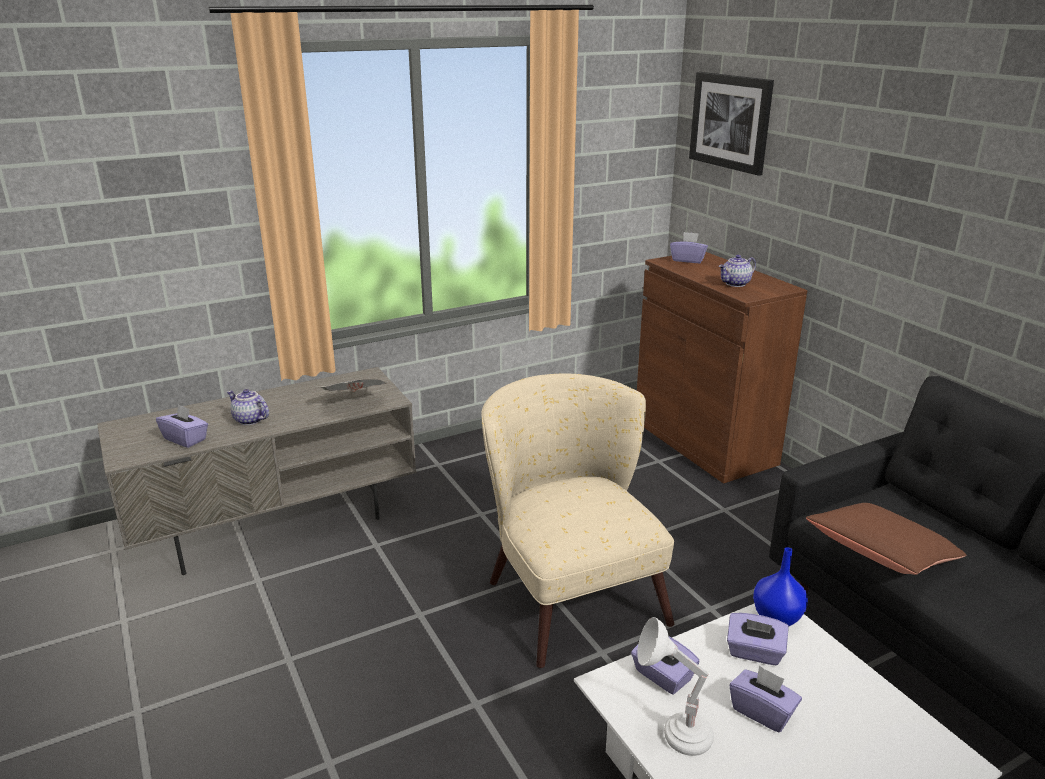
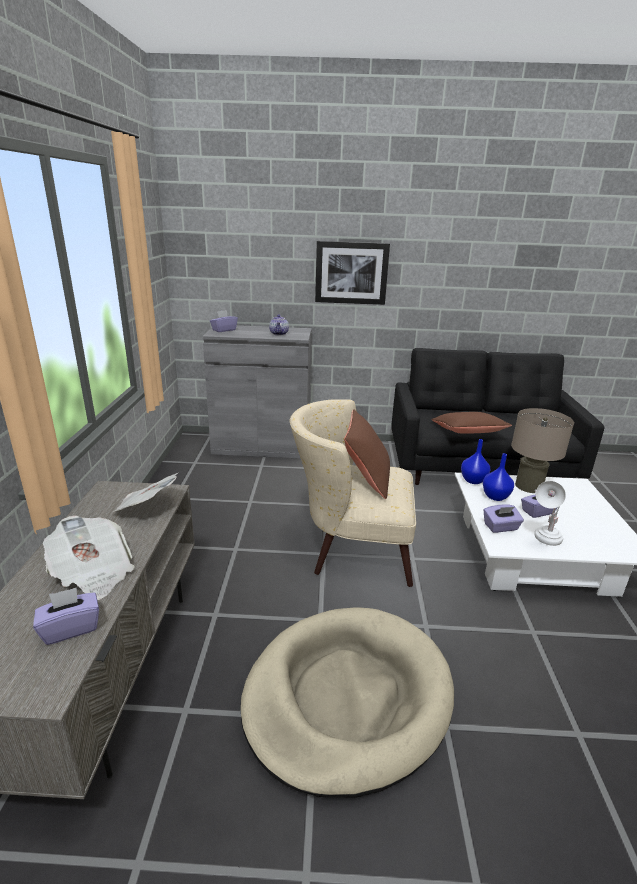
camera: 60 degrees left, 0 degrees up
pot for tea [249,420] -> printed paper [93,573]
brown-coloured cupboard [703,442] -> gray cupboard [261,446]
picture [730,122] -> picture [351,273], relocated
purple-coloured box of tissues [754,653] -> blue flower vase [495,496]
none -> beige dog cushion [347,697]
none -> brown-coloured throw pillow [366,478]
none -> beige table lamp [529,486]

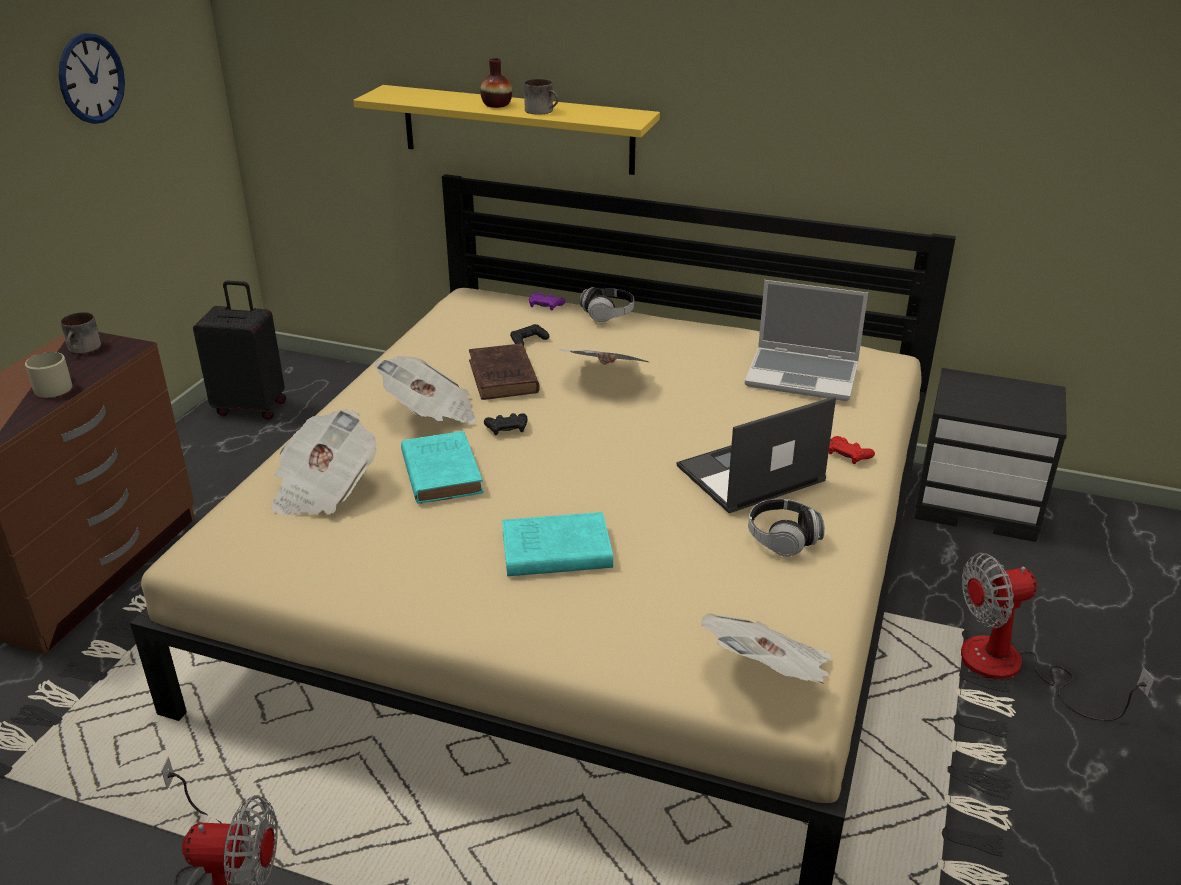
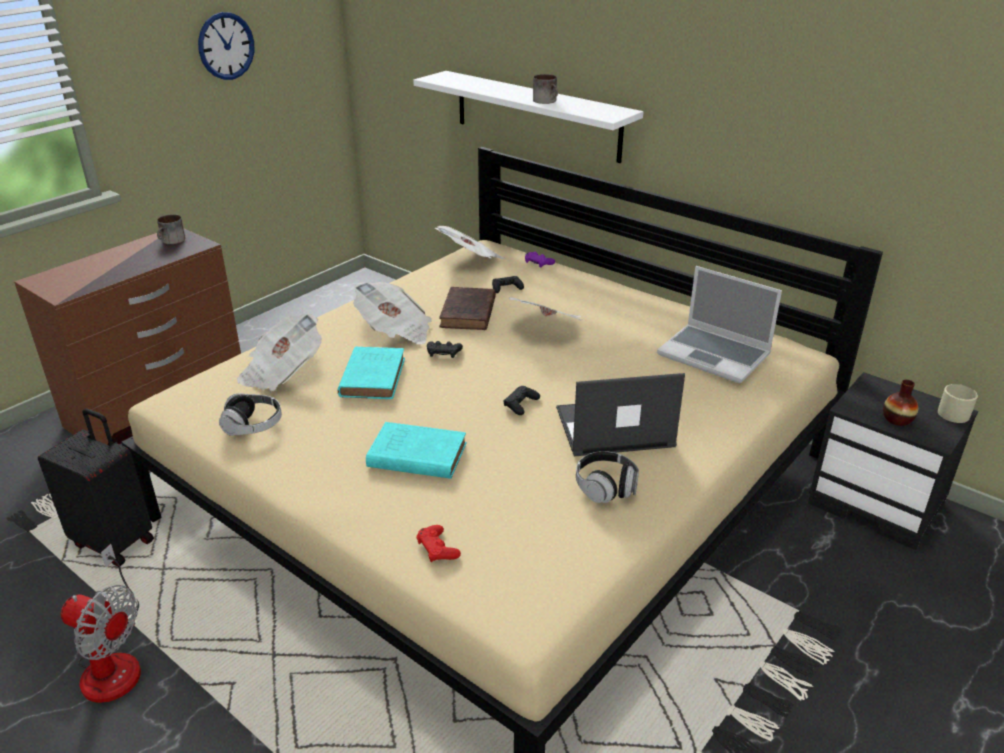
camera: 20 degrees right, 0 degrees up
beige mug [56,386] -> beige mug [953,412], relocated
black travel case [251,407] -> black travel case [115,541], relocated
yellow-coloured shelf [517,129] -> whitish shelf [536,115]
flower vase [496,104] -> flower vase [897,419], relocated
pair of headphones [608,314] -> pair of headphones [253,426], relocated
printed paper [769,674] -> printed paper [470,259], relocated
red joypad [848,454] -> red joypad [437,548], relocated
cooling fan [1012,669] -> none
none -> black joypad [520,404]

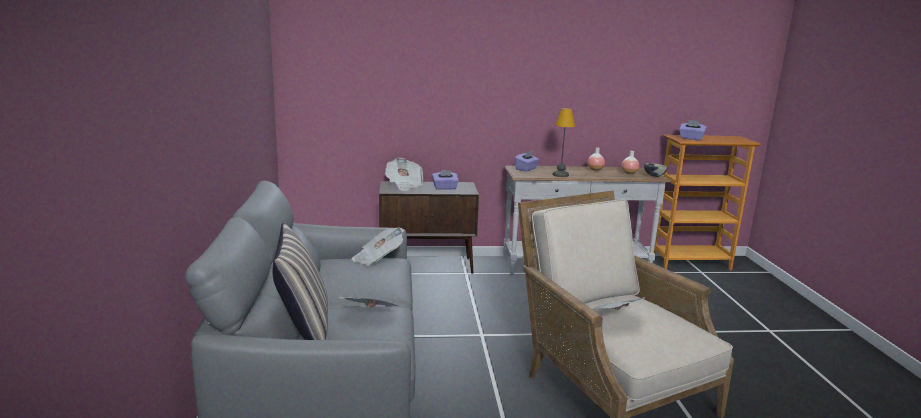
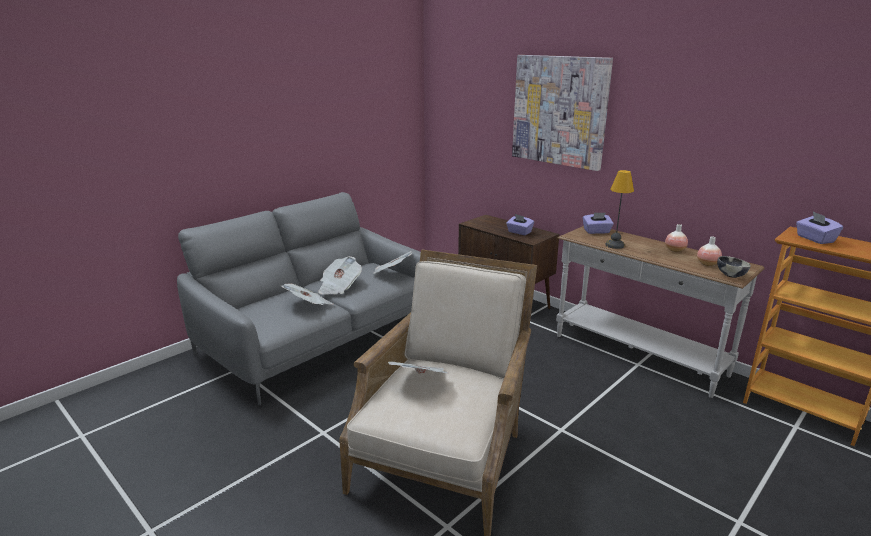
camera: 50 degrees right, 5 degrees up
throw pillow [304,330] -> none
printed paper [404,185] -> printed paper [339,287], relocated
none -> picture [559,111]

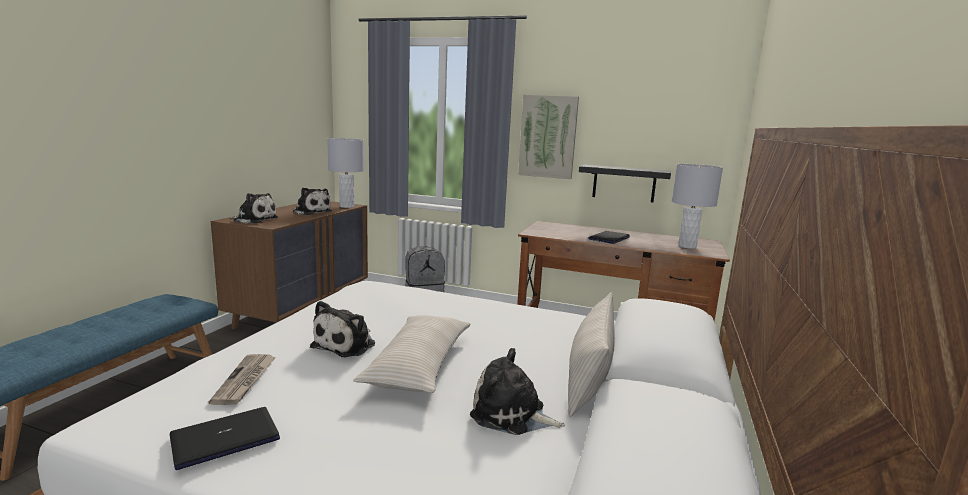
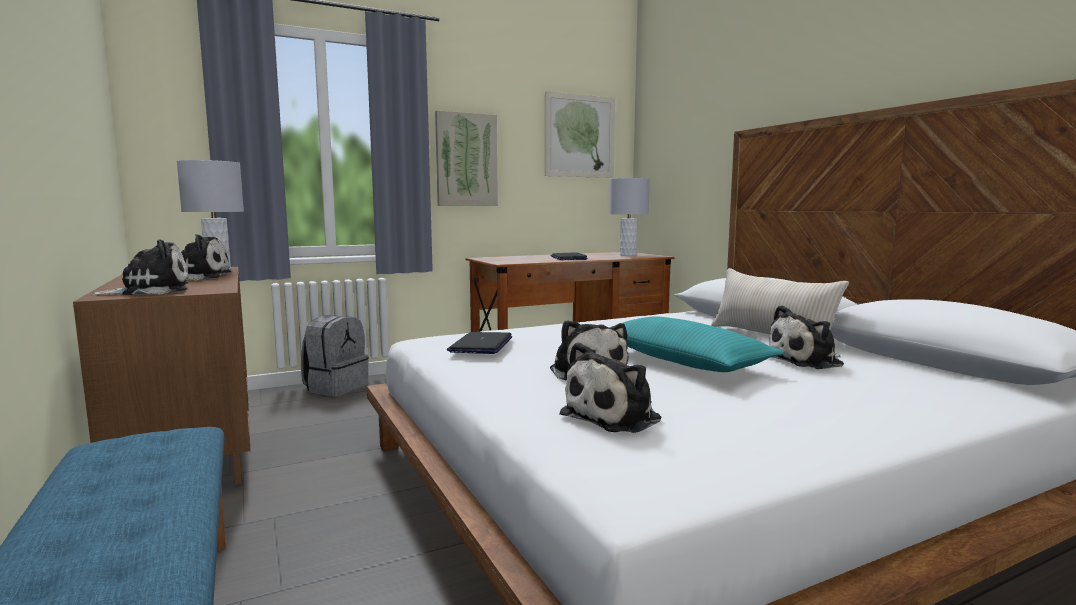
camera: 45 degrees left, 5 degrees down
portable computer [225,438] -> portable computer [481,345], relocated
printed paper [245,380] -> cuddly toy [615,417]
beige throw pillow [419,365] -> turquoise-coloured throw pillow [683,361]
black shelf [624,183] -> none
none -> picture [580,136]

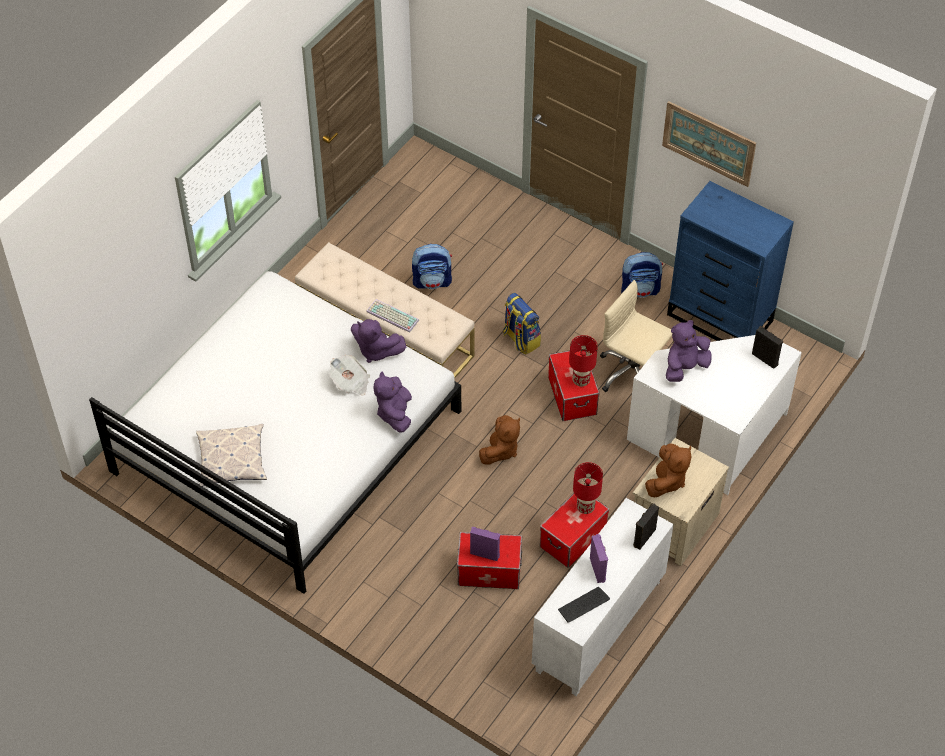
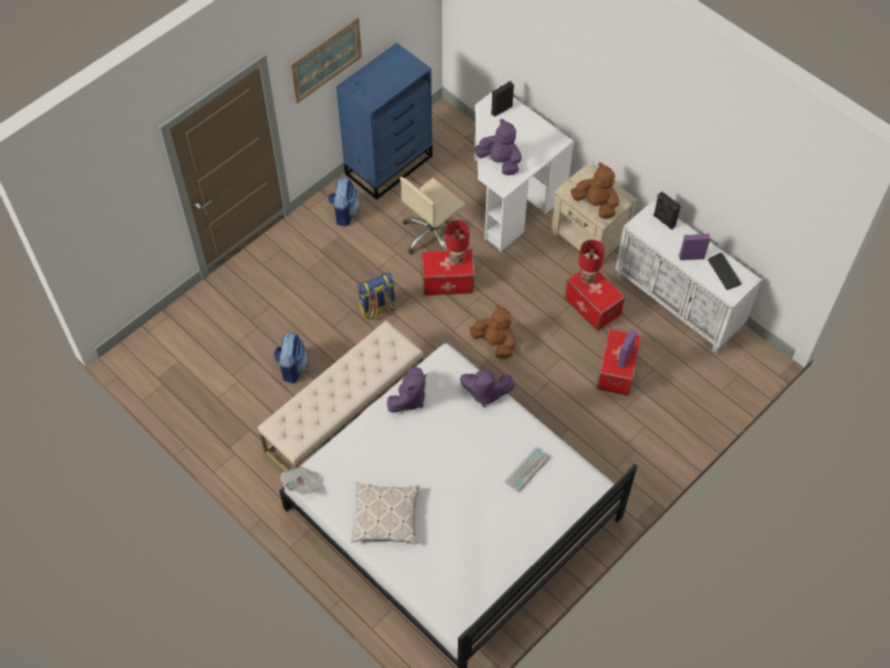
camera: 80 degrees left, 5 degrees up
throw pillow [232,460] -> throw pillow [386,516], relocated
printed paper [350,382] -> printed paper [303,484], relocated
keyboard [391,316] -> keyboard [527,470], relocated
purple-coloured cuddly toy [685,367] -> purple-coloured cuddly toy [500,162], 150 degrees clockwise

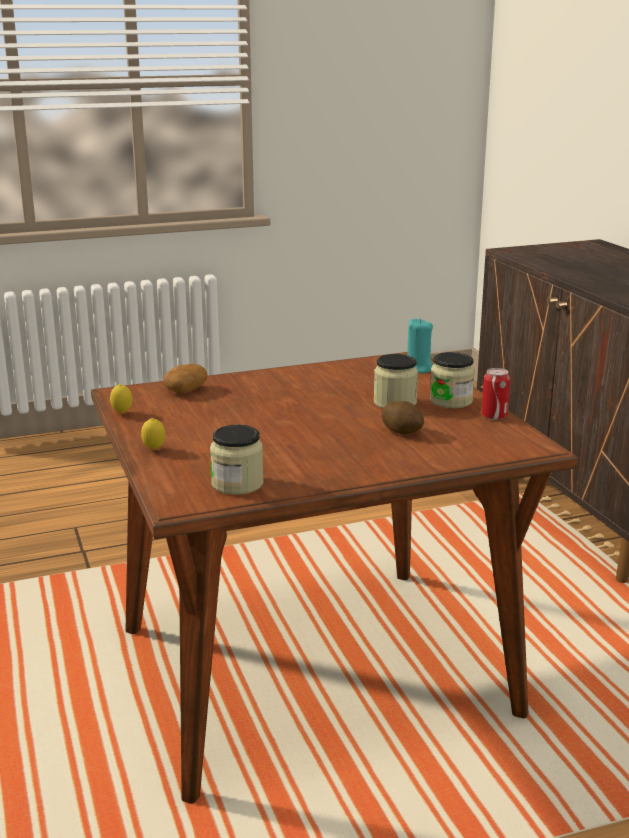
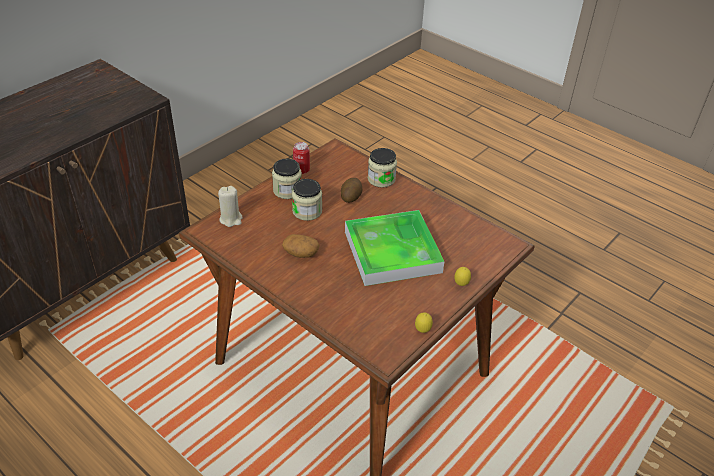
camera: 120 degrees left, 20 degrees up
whole potato [186,390] -> whole potato [300,253], relocated
jar [237,484] -> jar [381,179], relocated
turquoise-coloured wax candle [417,368] -> beige wax candle [231,219]
none -> tray [392,252]

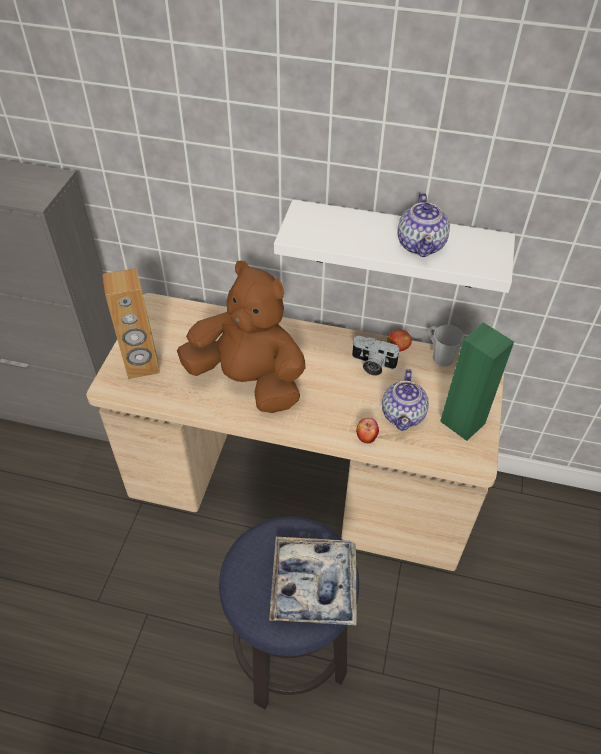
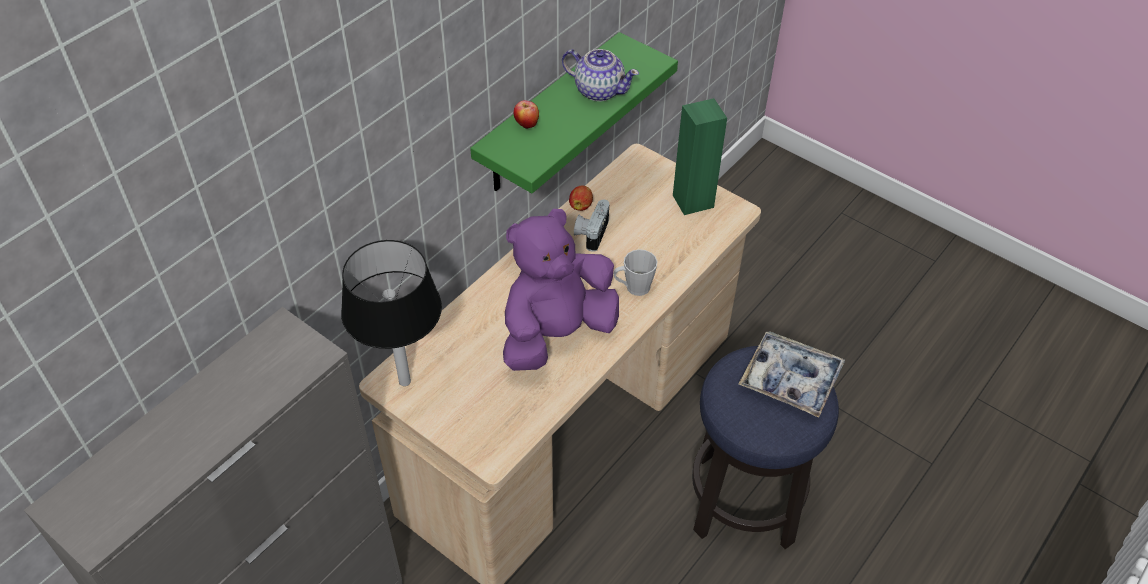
camera: 65 degrees left, 0 degrees up
brown-coloured speaker [142,366] -> none
brown-coloured cuddly toy [248,381] -> purple-coloured cuddly toy [556,333]
whitish shelf [396,245] -> green shelf [548,116]
still camera [372,364] -> still camera [591,232], 150 degrees clockwise
whole apple [366,437] -> whole apple [526,125], relocated
pot for tea [403,414] -> none
gray mug [439,355] -> gray mug [633,287], relocated
none -> black table lamp [404,381]

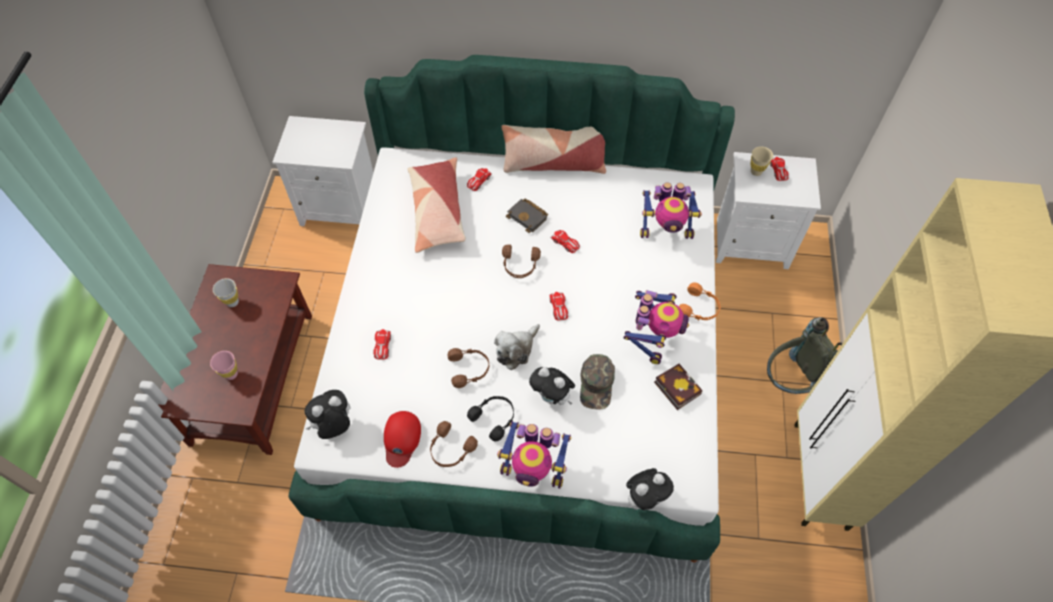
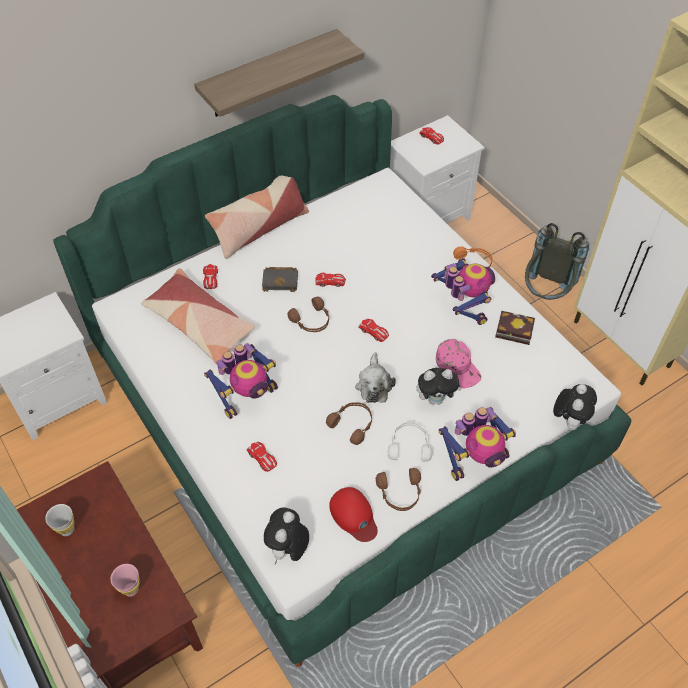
camera: 40 degrees left, 5 degrees down
black pair of headphones [494,418] -> whitish pair of headphones [409,445]
green peaked cap [597,384] -> pink-coloured peaked cap [458,367]
model robot [666,230] -> model robot [247,396], relocated
beige small cup [756,171] -> none
none -> shelf [269,74]

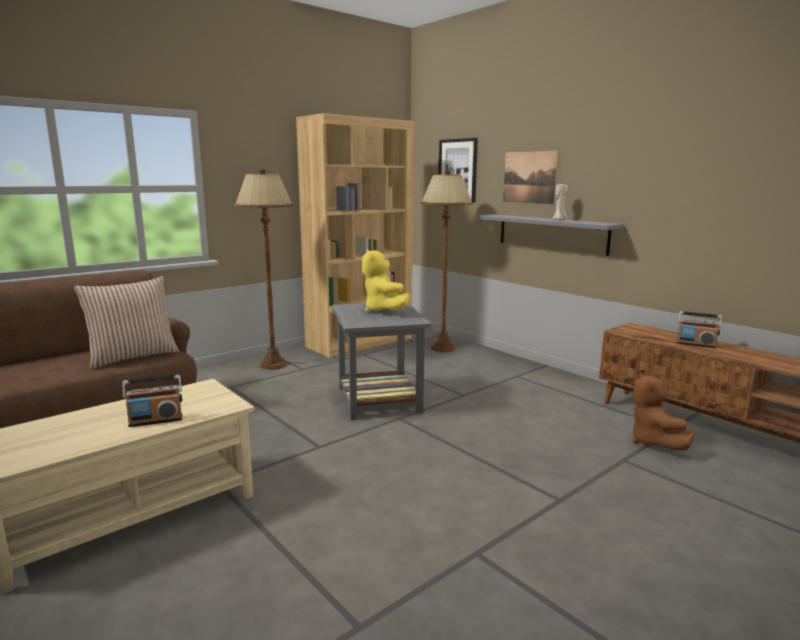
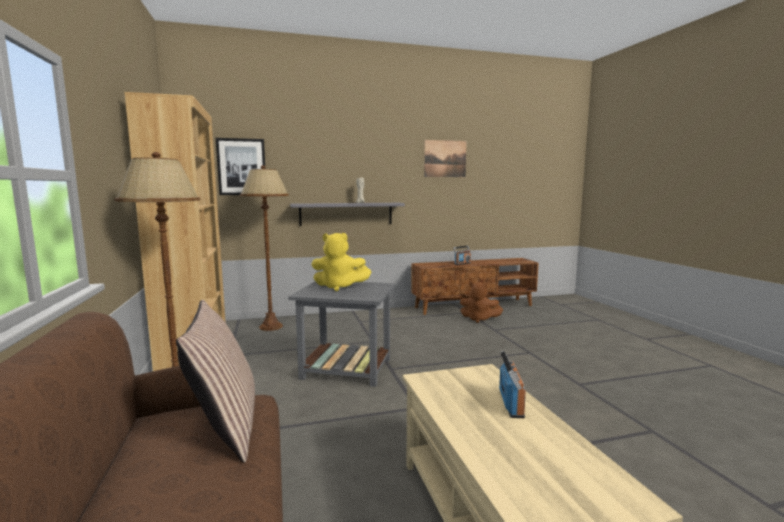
camera: 65 degrees left, 5 degrees down
picture [529,177] -> picture [445,158], relocated

